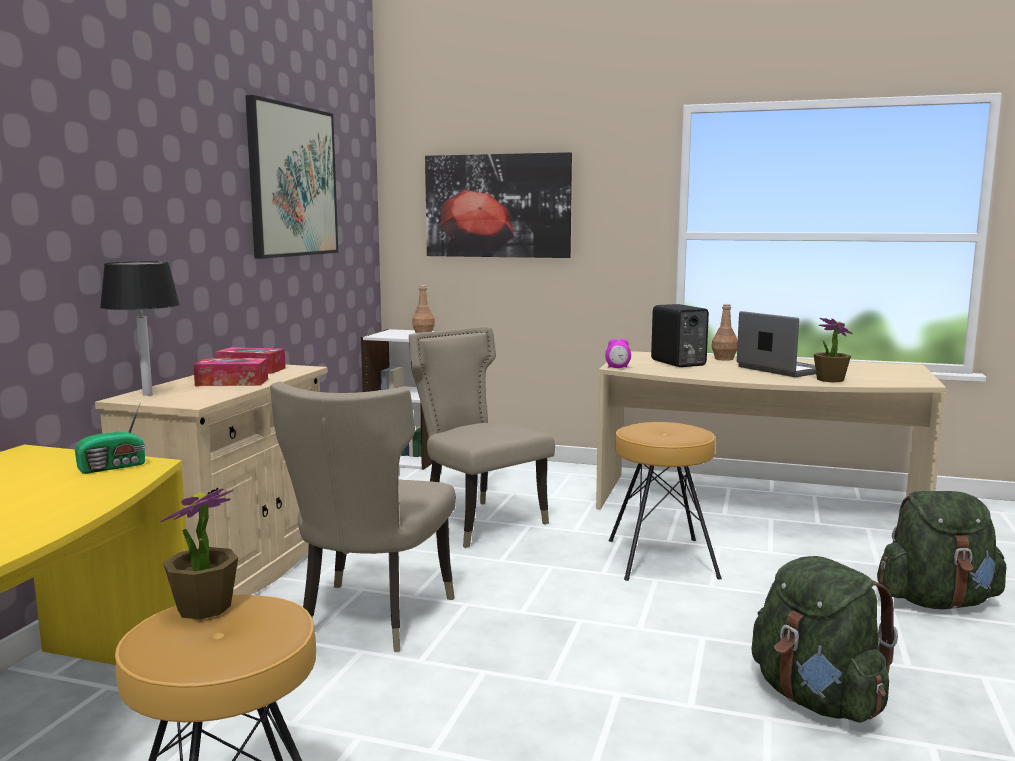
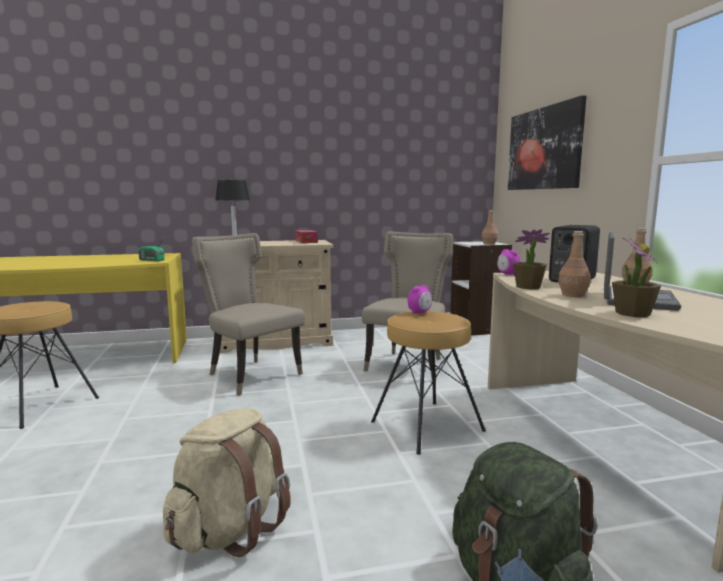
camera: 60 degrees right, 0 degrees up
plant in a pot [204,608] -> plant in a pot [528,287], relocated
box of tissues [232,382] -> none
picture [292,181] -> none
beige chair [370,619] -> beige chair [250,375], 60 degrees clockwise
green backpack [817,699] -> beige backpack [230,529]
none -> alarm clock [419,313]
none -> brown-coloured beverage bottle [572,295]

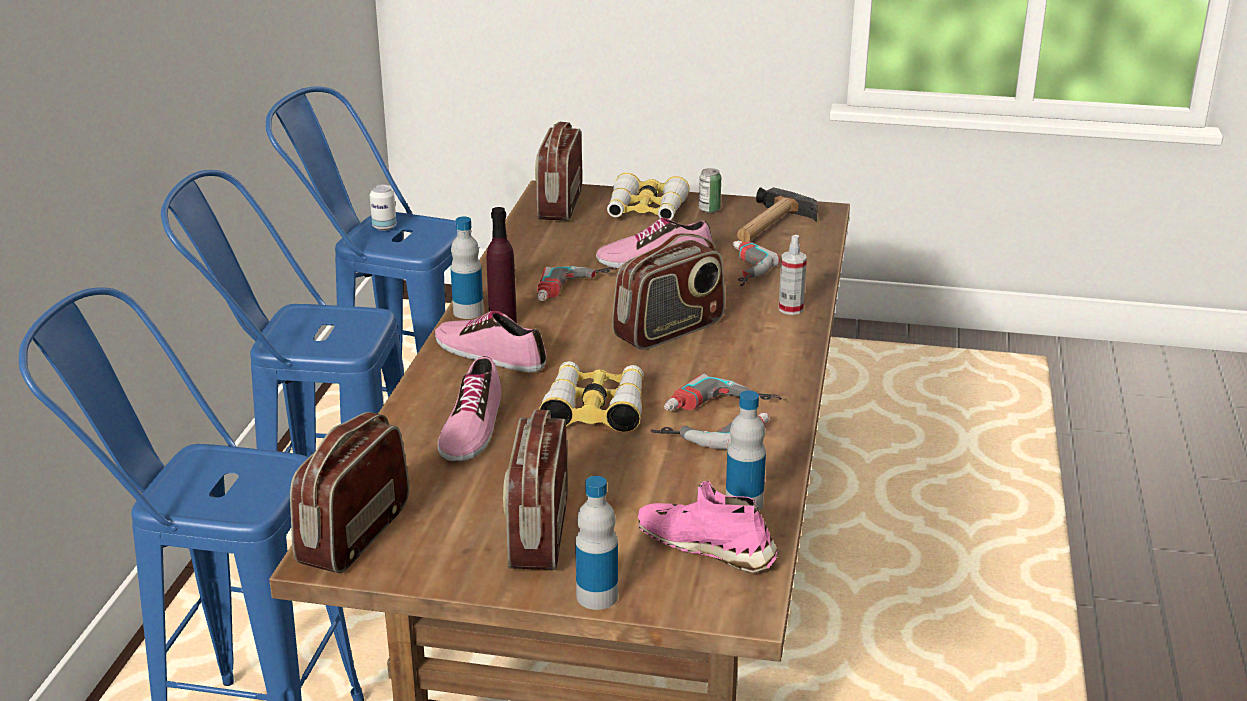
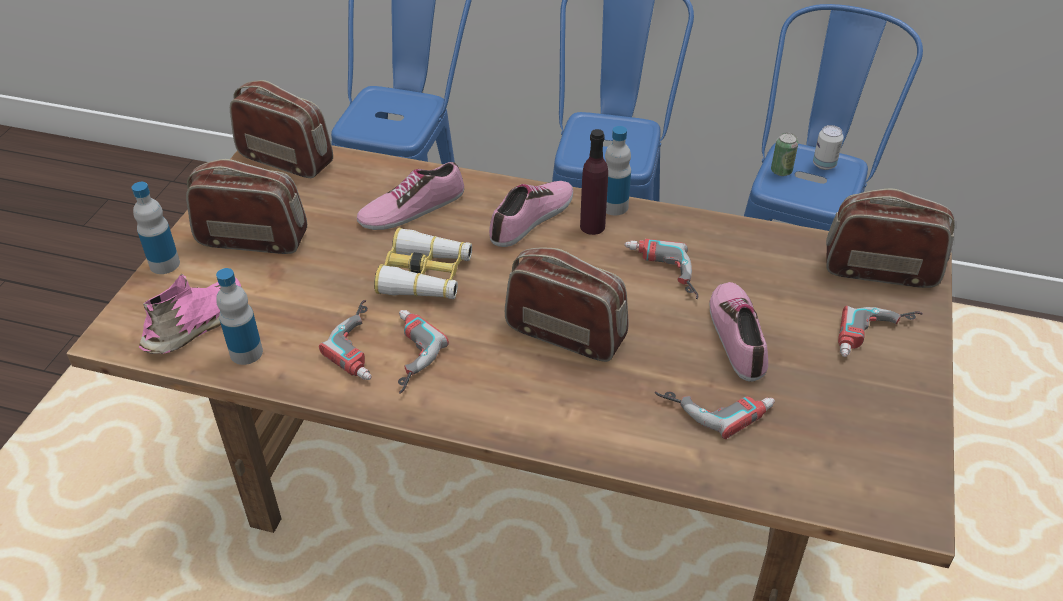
camera: 95 degrees right, 15 degrees up
item of footwear [471,427] -> item of footwear [411,208], 45 degrees counterclockwise
field glasses [646,210] -> drill [878,339]
radio [669,330] -> radio [566,333], 150 degrees clockwise
sealed can [709,209] -> sealed can [781,171], relocated
hand hammer [769,225] -> none
hand sprayer [790,309] -> none

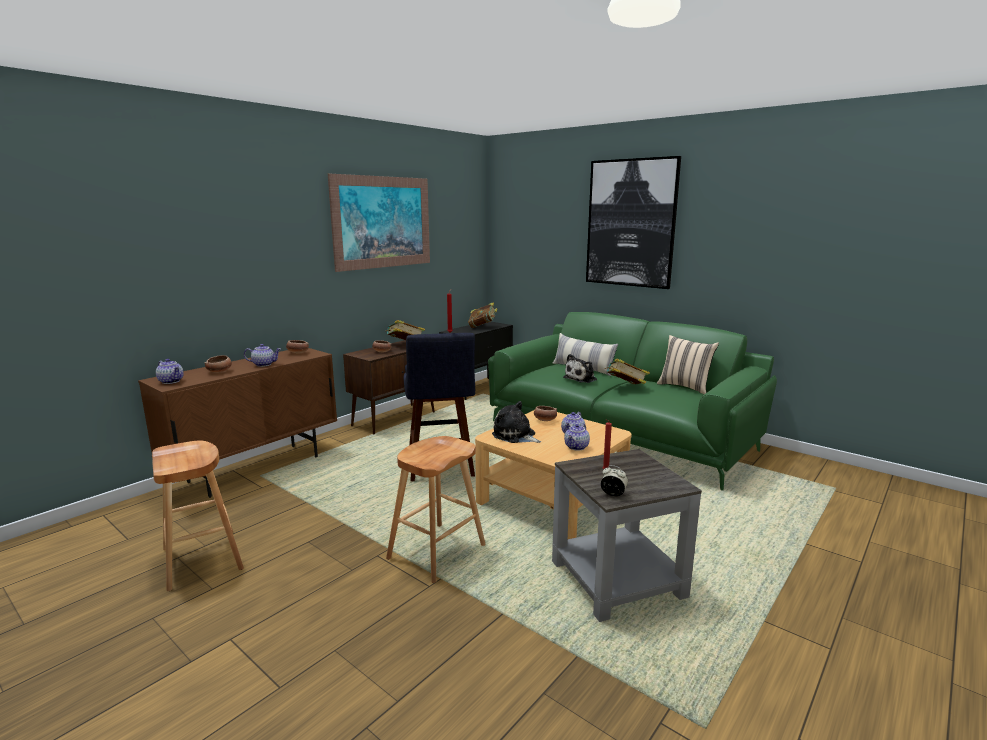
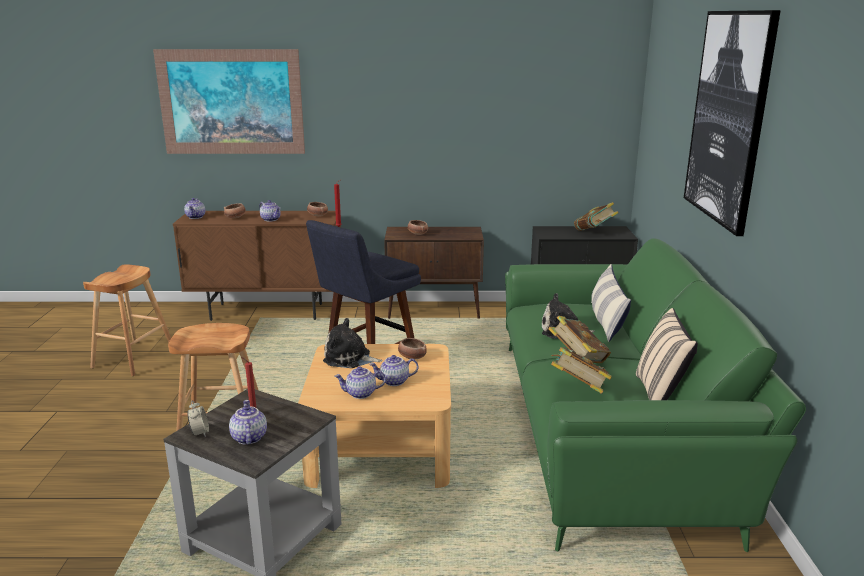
camera: 50 degrees right, 5 degrees up
picture [383,222] -> picture [231,102], relocated
book [405,345] -> book [578,390], relocated
cuddly toy [515,436] -> cuddly toy [349,358], 75 degrees counterclockwise
none -> pot for tea [248,438]

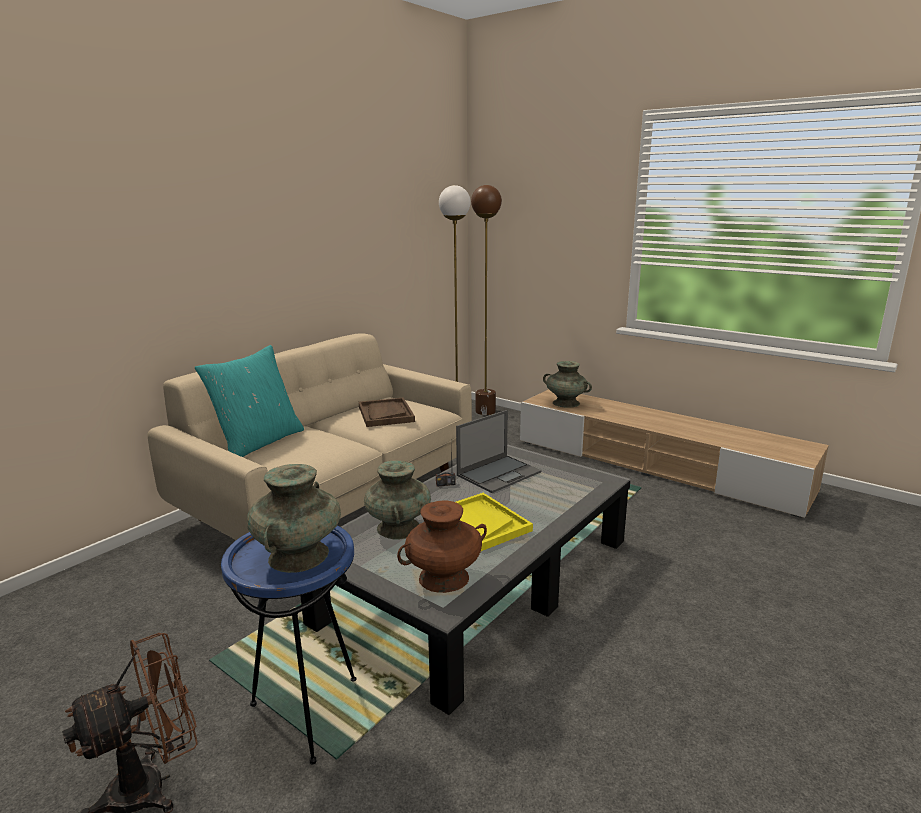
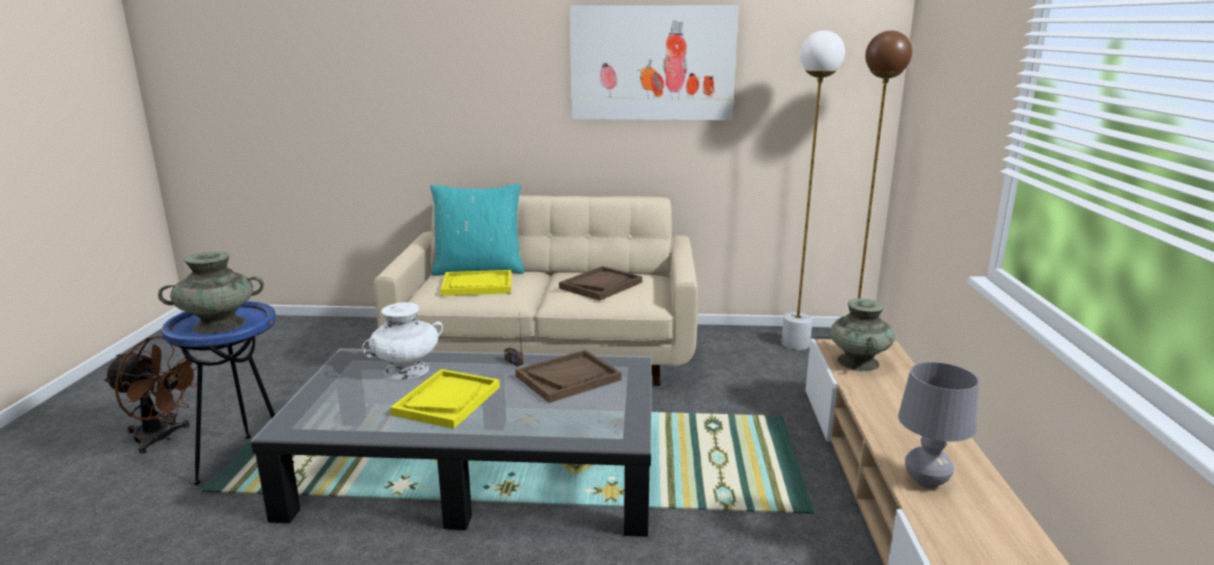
camera: 55 degrees right, 0 degrees up
turquoise-coloured flower vase [398,528] -> whitish flower vase [407,370]
brown-coloured flower vase [444,578] -> none
portable computer [499,473] -> brown-coloured tray [568,378]
none -> yellow-coloured tray [477,285]
none -> picture [652,63]
none -> gray table lamp [926,481]

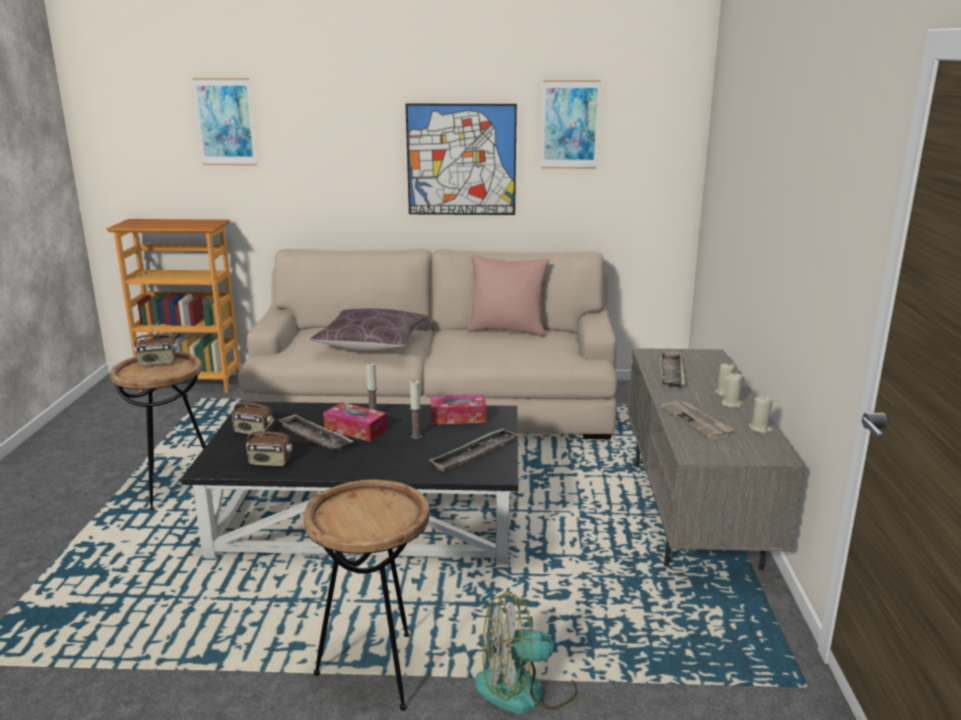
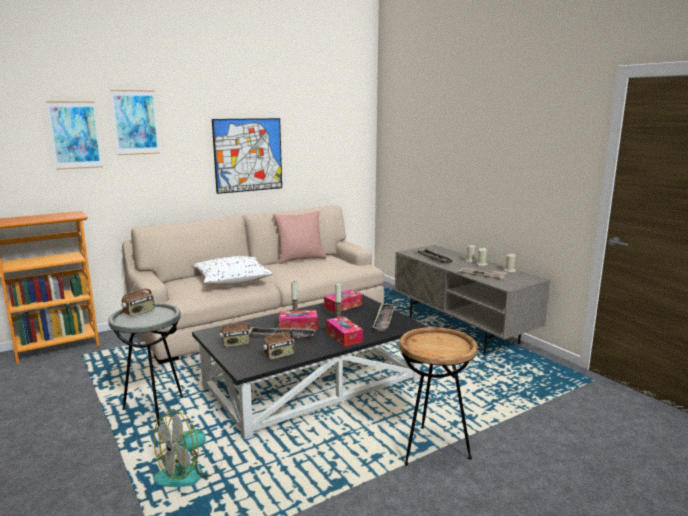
camera: 35 degrees left, 5 degrees down
brown-coloured side table [174,488] -> gray side table [155,411]
brown-coloured throw pillow [372,344] -> whitish throw pillow [232,280]
cooling fan [525,689] -> cooling fan [189,472], relocated
picture [570,125] -> picture [135,122], relocated
none -> box of tissues [344,337]

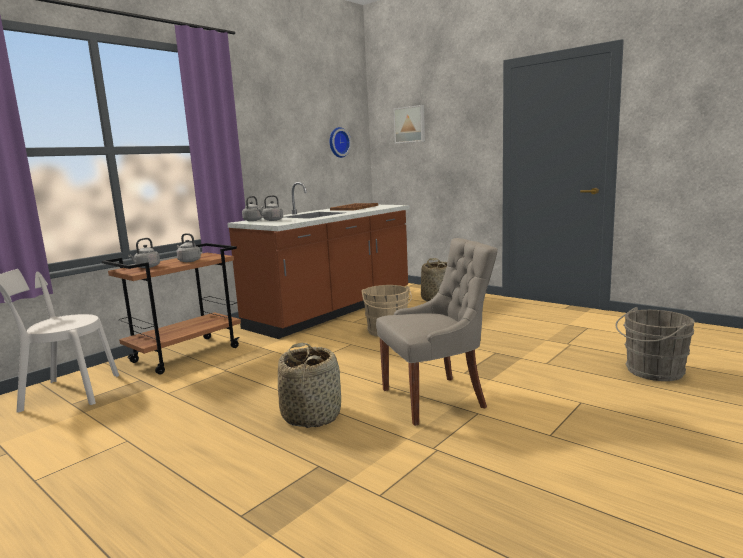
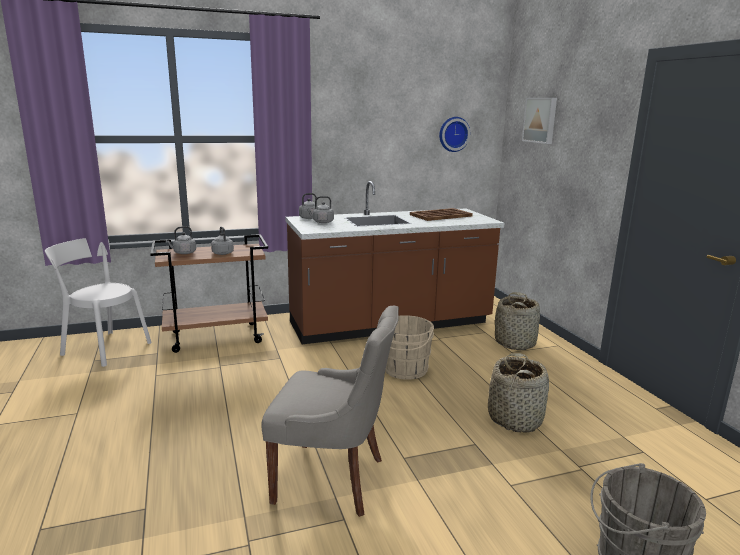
camera: 30 degrees right, 5 degrees up
basket [312,415] -> basket [515,419], relocated

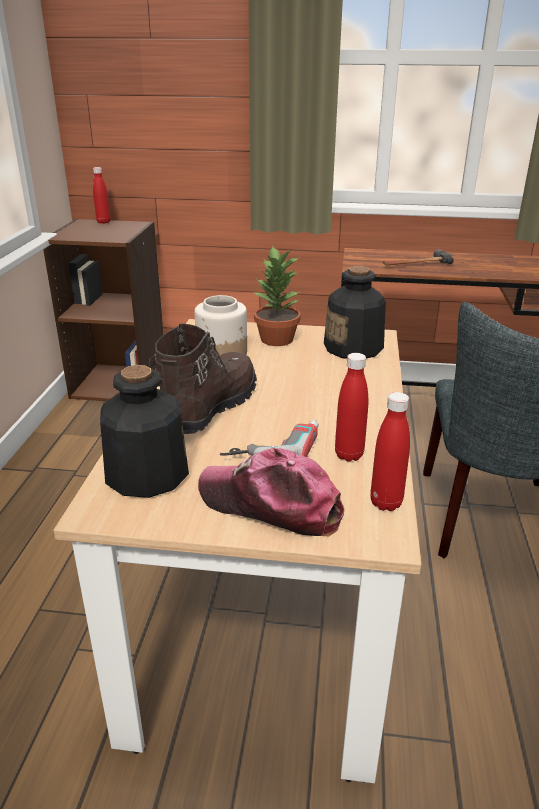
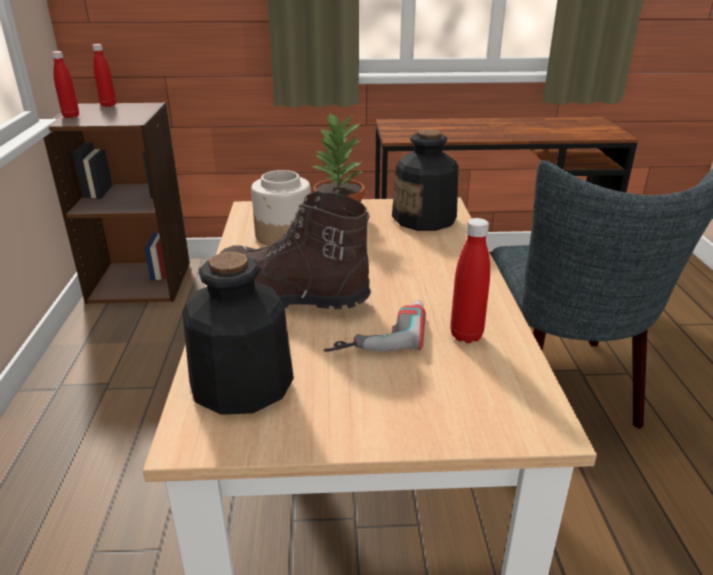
camera: 10 degrees left, 0 degrees up
brown-coloured tall boot [208,408] -> brown-coloured tall boot [289,297], 90 degrees counterclockwise
peaked cap [271,505] -> none
red beverage bottle [386,503] -> red beverage bottle [71,116], relocated
hand hammer [416,265] -> none

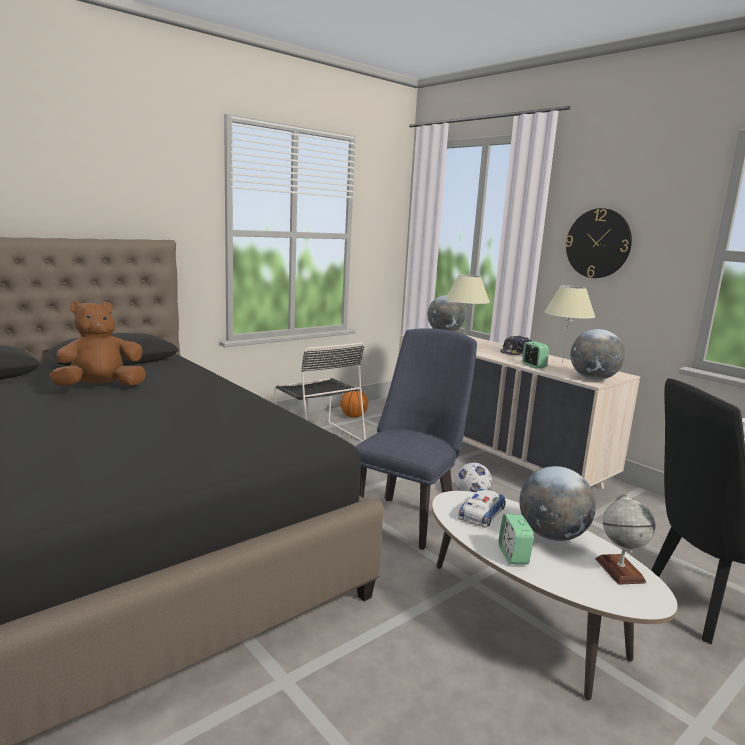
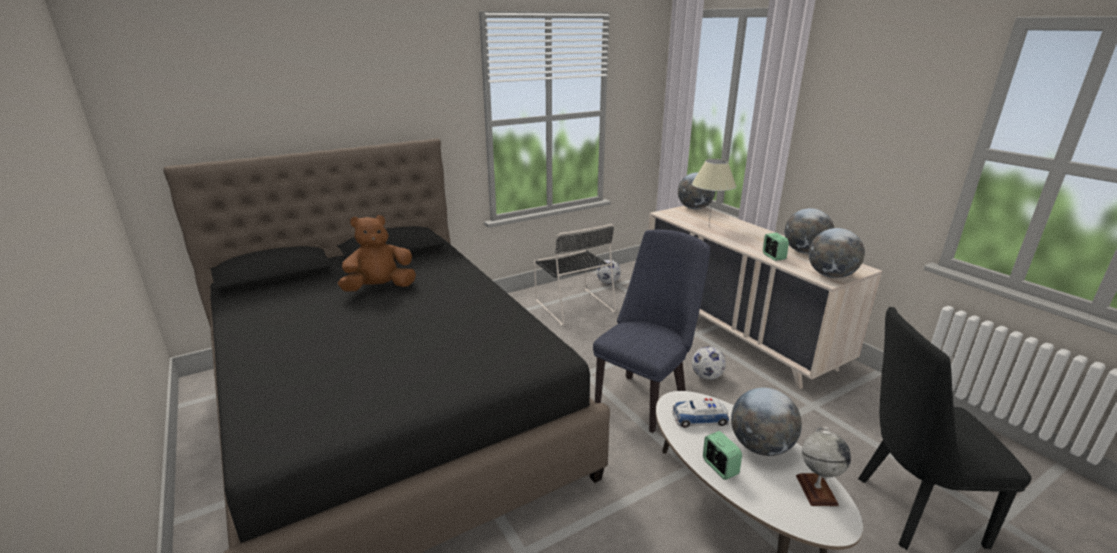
camera: 10 degrees right, 10 degrees up
ball for basketball [353,416] -> football [608,282]
model car [482,513] -> model car [699,418], 135 degrees counterclockwise
alarm clock [513,555] -> alarm clock [719,468], 150 degrees clockwise
peaked cap [516,352] -> none
beige table lamp [562,363] -> globe [804,252]
wall clock [598,243] -> none

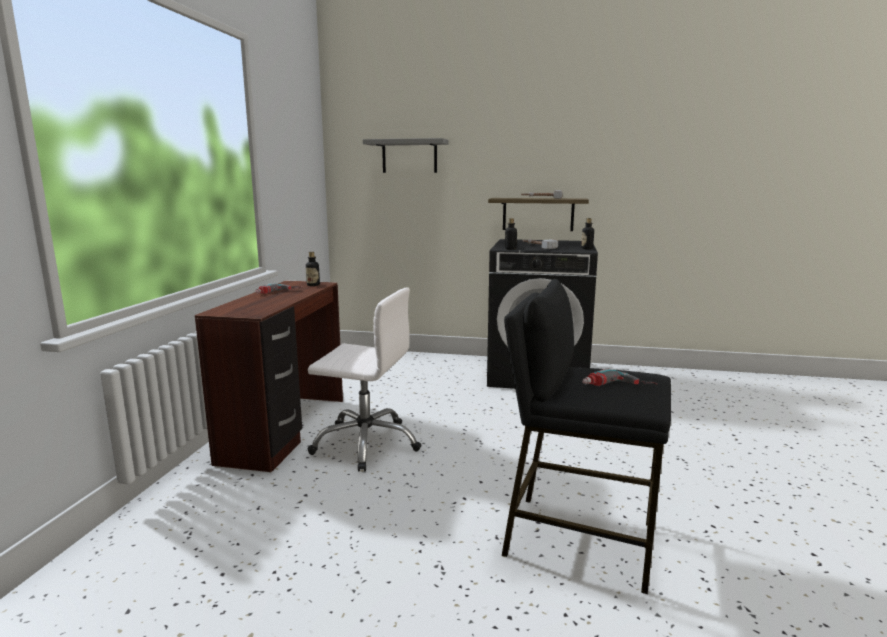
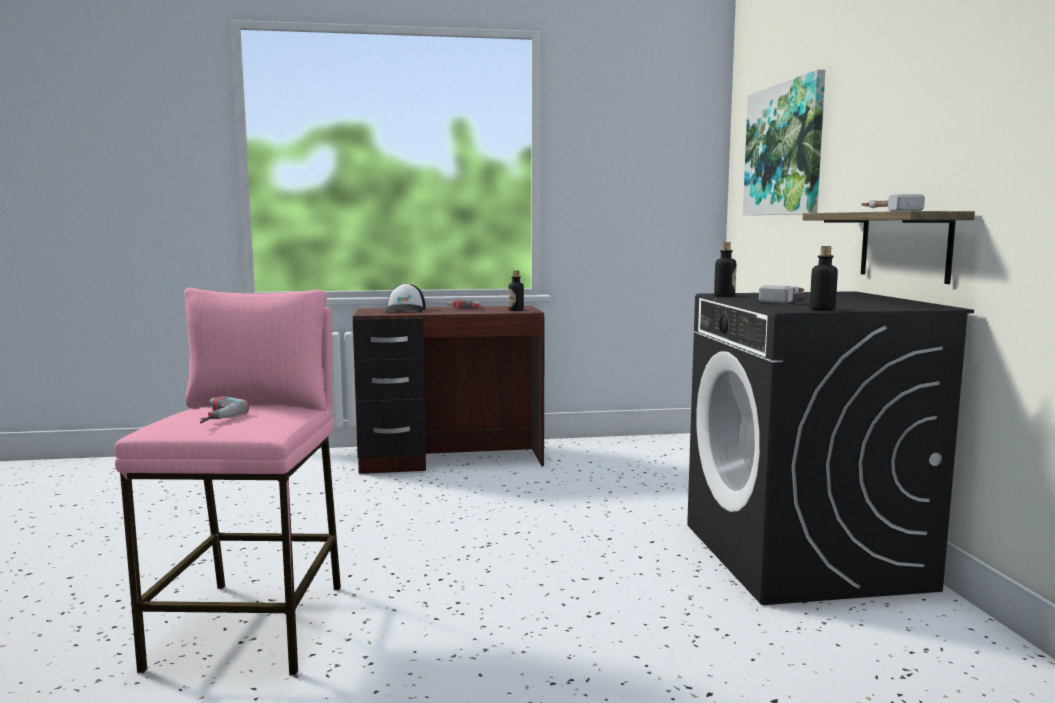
camera: 70 degrees right, 5 degrees down
whitish computer chair [366,443] -> none
gray shelf [409,156] -> picture [784,150]
black stool seat [578,539] -> pink-coloured stool seat [253,625]
none -> peaked cap [405,310]

